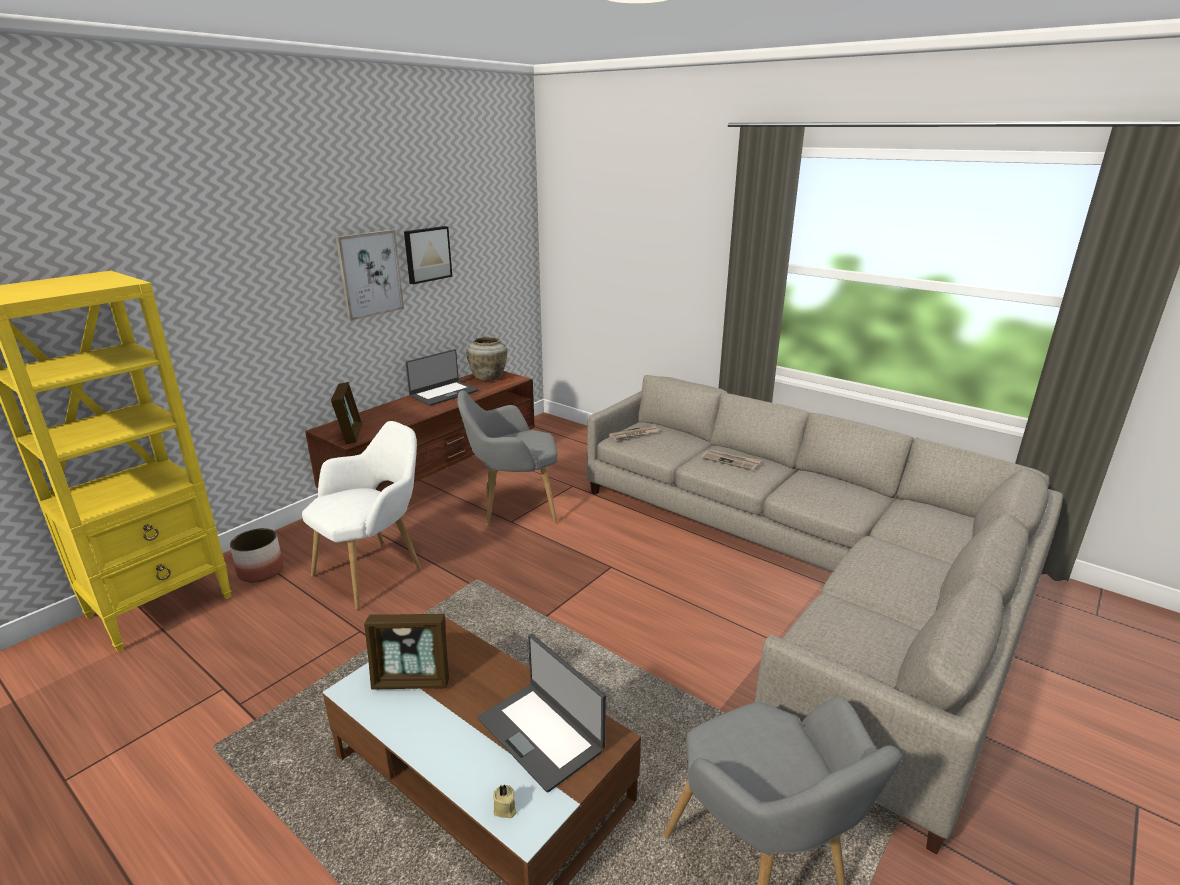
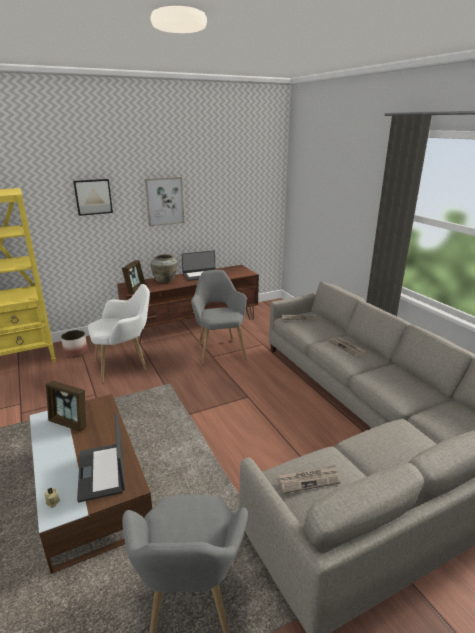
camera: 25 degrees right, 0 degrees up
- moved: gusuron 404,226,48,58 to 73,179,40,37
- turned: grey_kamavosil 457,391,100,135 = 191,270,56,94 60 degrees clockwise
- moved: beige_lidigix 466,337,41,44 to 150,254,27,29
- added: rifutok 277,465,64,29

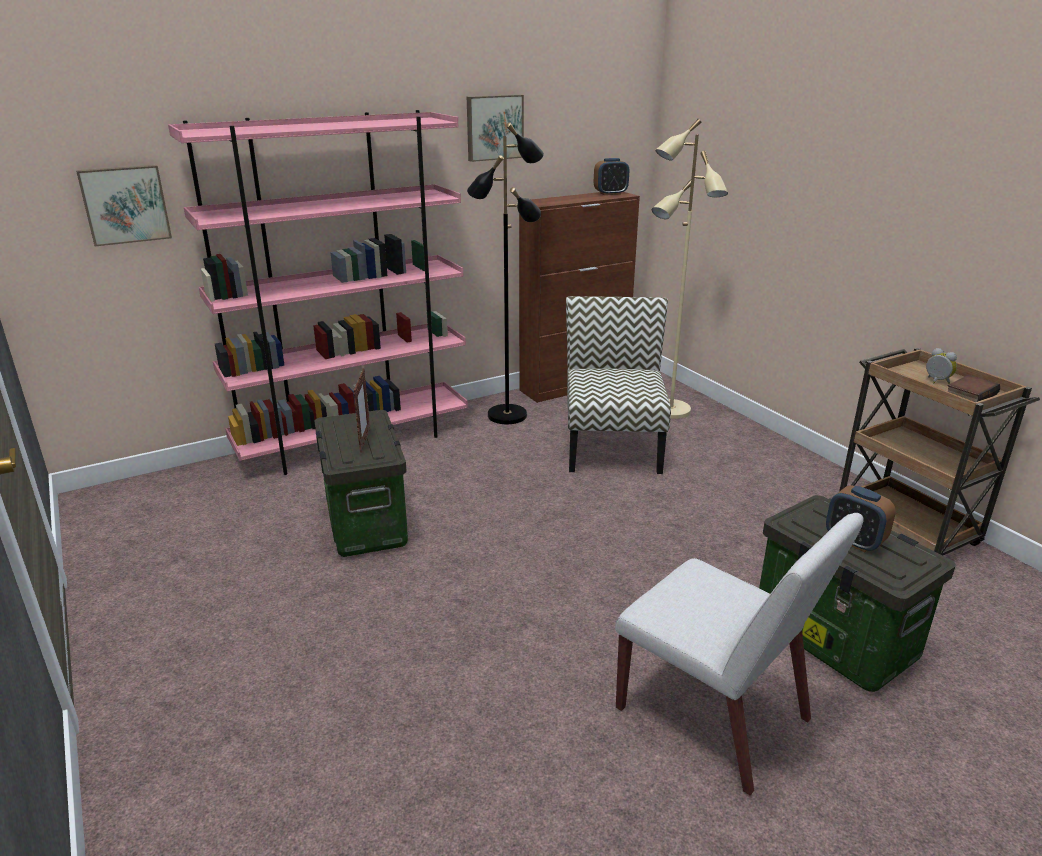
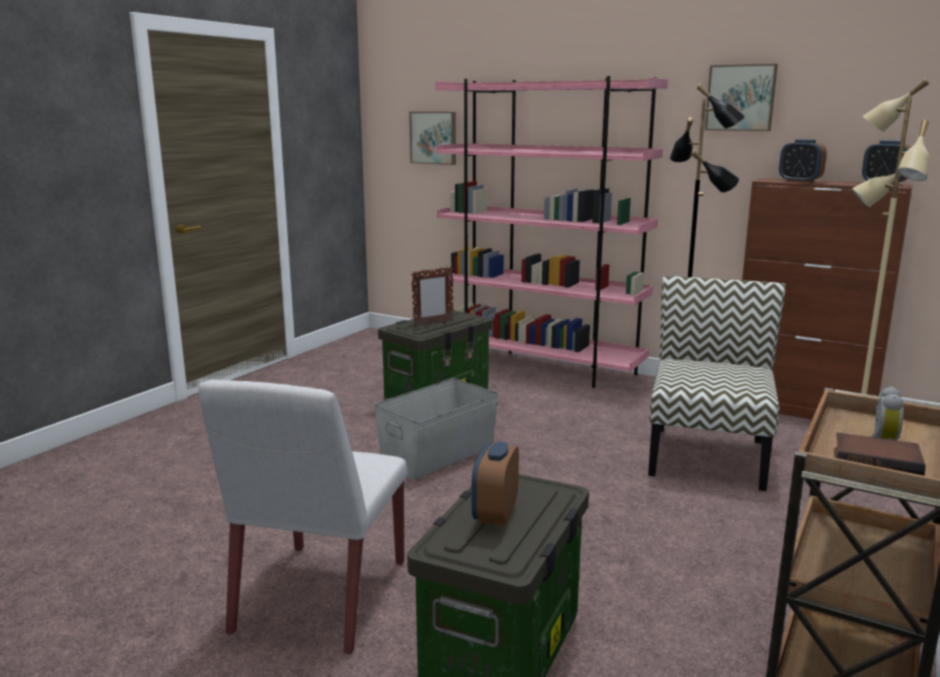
camera: 60 degrees right, 10 degrees down
- turned: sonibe 566,296,105,178 = 648,276,138,215 45 degrees counterclockwise
- added: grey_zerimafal 374,378,125,102
- added: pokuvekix 779,139,48,44

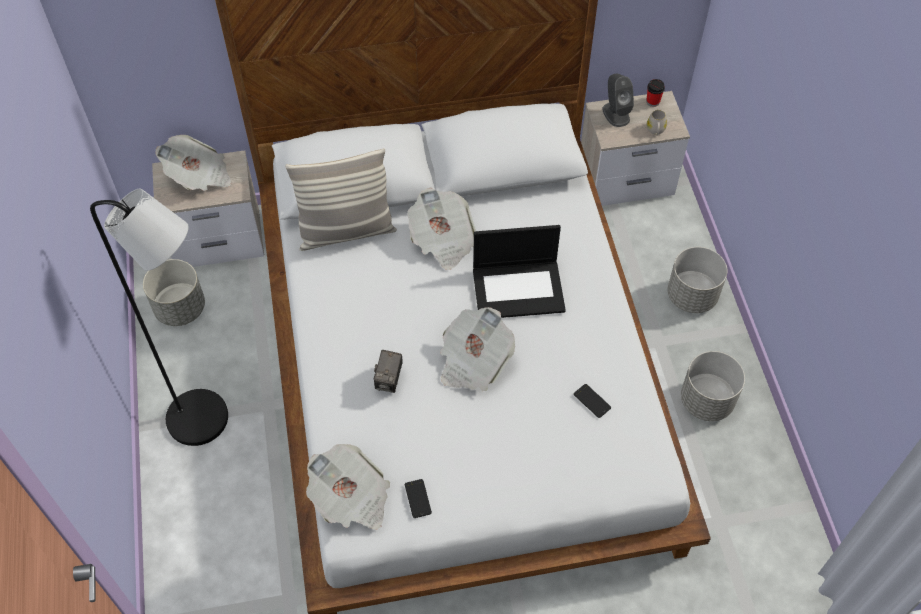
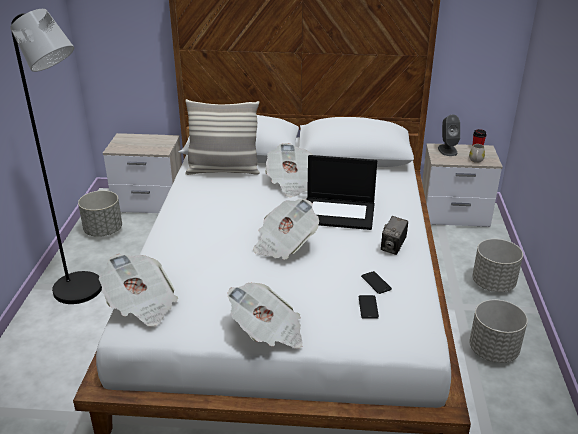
camera: 15 degrees right, 25 degrees down
- moved: rifutok 155,135,76,56 to 227,283,76,65
- moved: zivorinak 374,350,29,43 to 381,216,27,39
- moved: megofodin 405,479,27,39 to 359,295,20,24

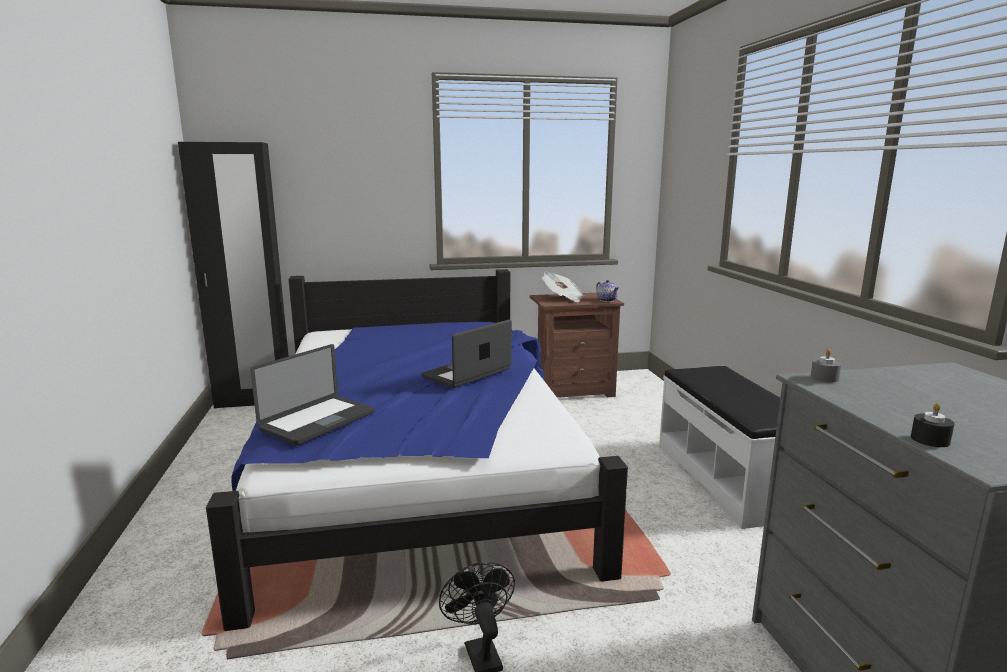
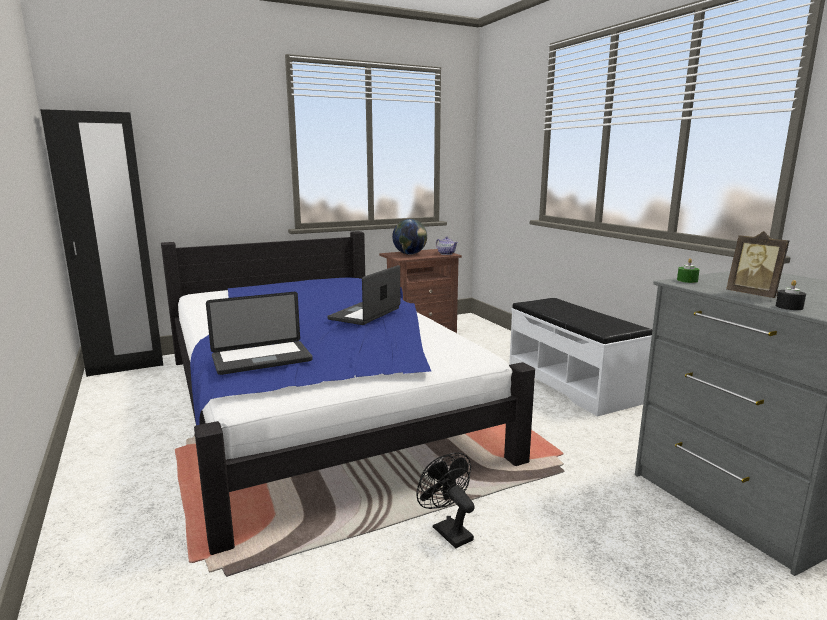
camera: 15 degrees left, 0 degrees up
- turned: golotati 251,344,124,101 = 206,292,107,83 45 degrees clockwise
- replaced: rifutok 542,272,42,30 to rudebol 392,219,35,36
- recoloured: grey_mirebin 810,349,31,34 to green_mirebin 677,258,23,25
- added: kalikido 726,231,63,67

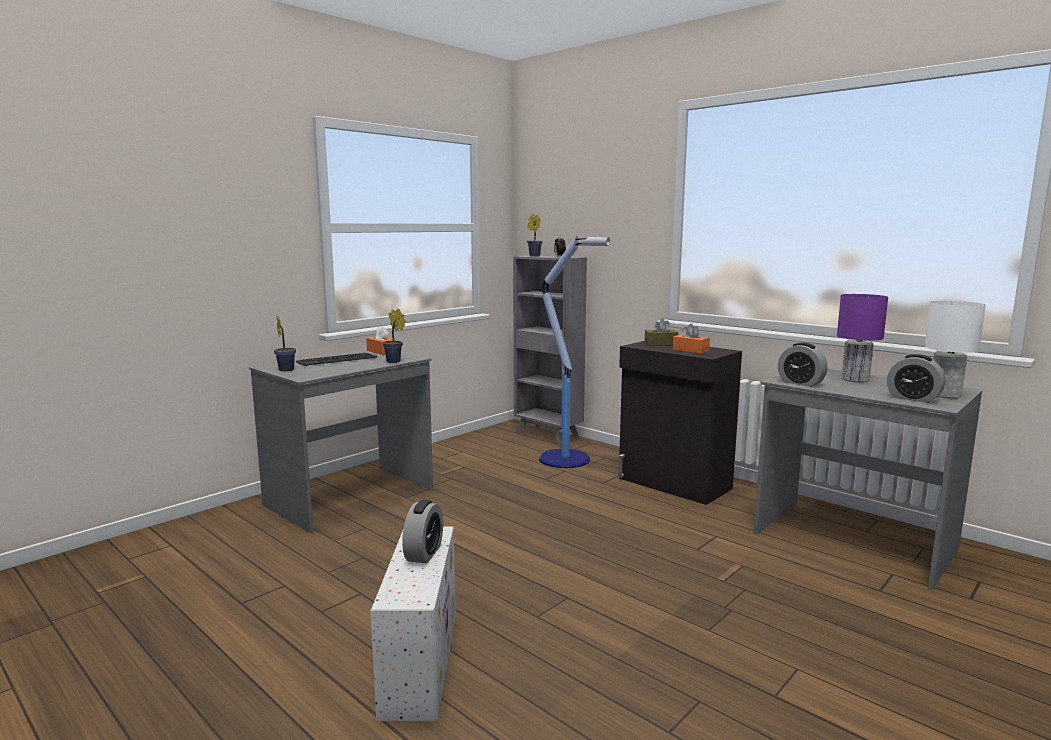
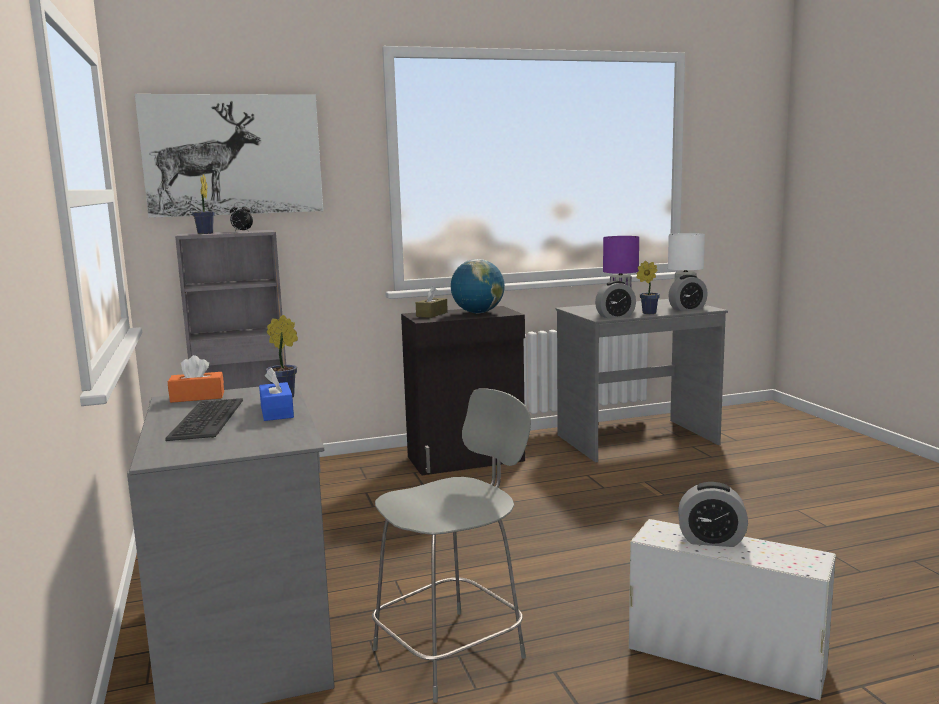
camera: 60 degrees left, 0 degrees up
- moved: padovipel 274,315,22,56 to 637,261,23,53
- turned: pokuvekix 402,500,41,64 = 678,482,70,65 150 degrees clockwise
- removed: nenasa 539,236,71,232
- replaced: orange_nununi 673,324,37,30 to rudebol 451,259,54,55
- added: gusuron 135,94,188,124
- added: blue_nununi 259,368,35,53
- added: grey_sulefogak 372,388,159,315

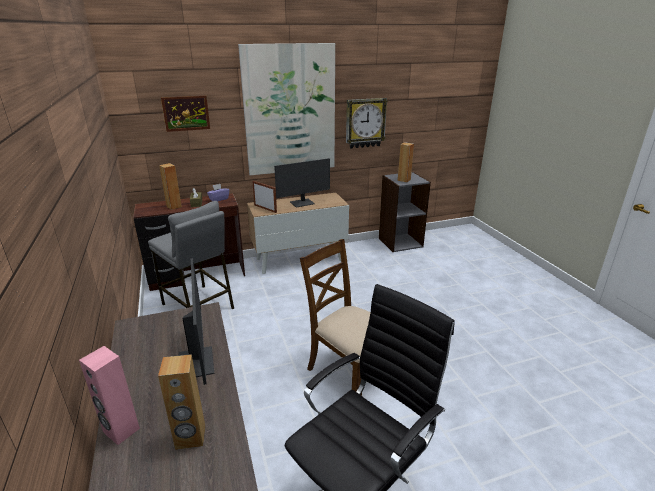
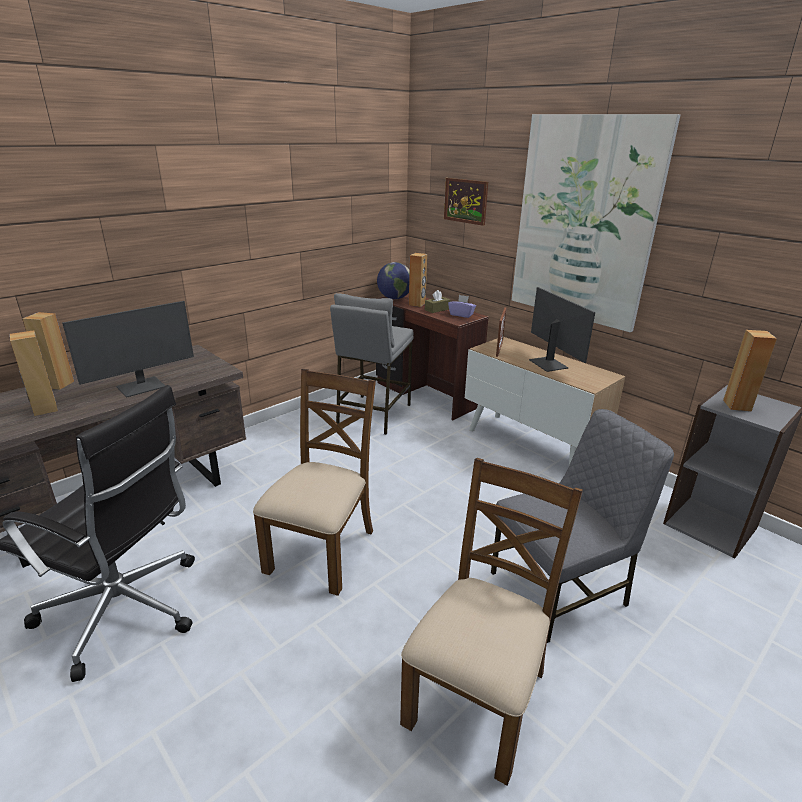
camera: 65 degrees right, 0 degrees up
- recoloured: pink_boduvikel 79,346,61,99 to brown_boduvikel 22,312,52,78
- turned: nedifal 274,158,56,50 = 529,287,66,85 150 degrees counterclockwise
- removed: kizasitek 346,98,42,51
- added: rudebol 377,262,32,37
- added: brown_sonibe 400,458,183,328
- added: grey_sonibe 491,409,183,234

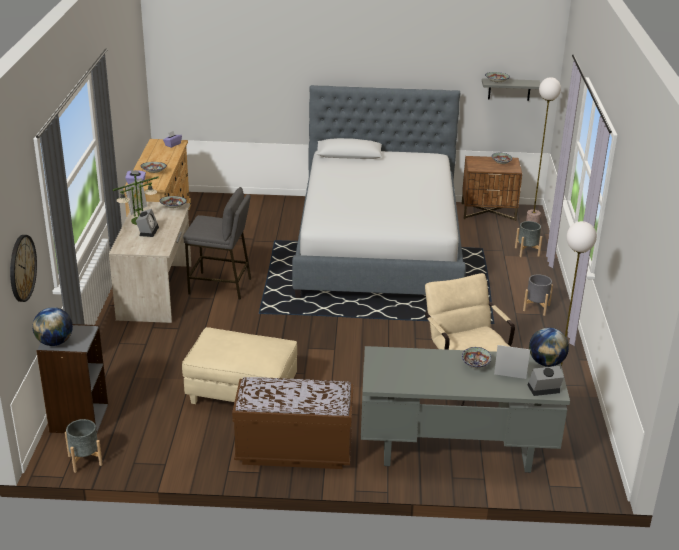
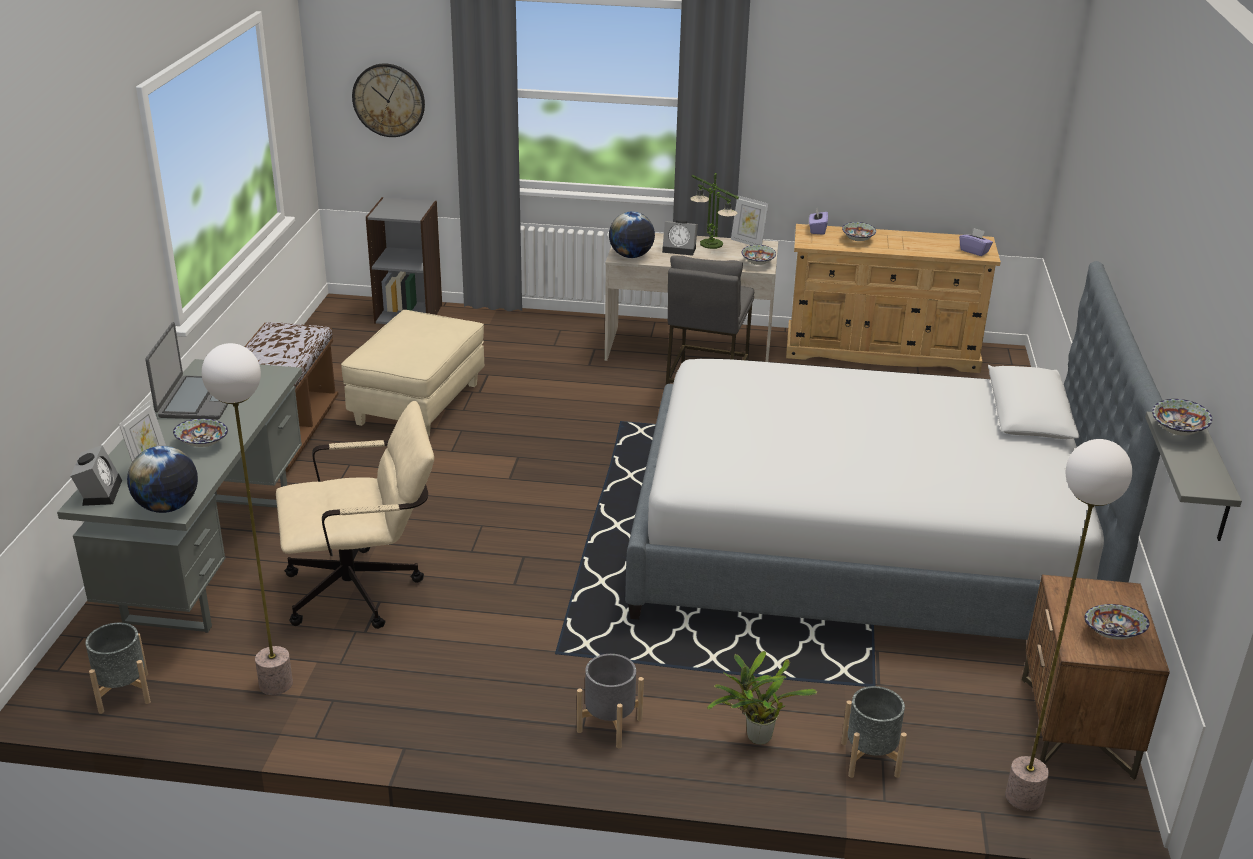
camera: 95 degrees right, 0 degrees up
- moved: rudebol 32,307,41,39 to 609,211,46,47
- moved: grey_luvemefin 65,419,38,54 to 85,623,66,91
- added: golotati 145,322,83,98
- added: padovipel 707,651,110,94

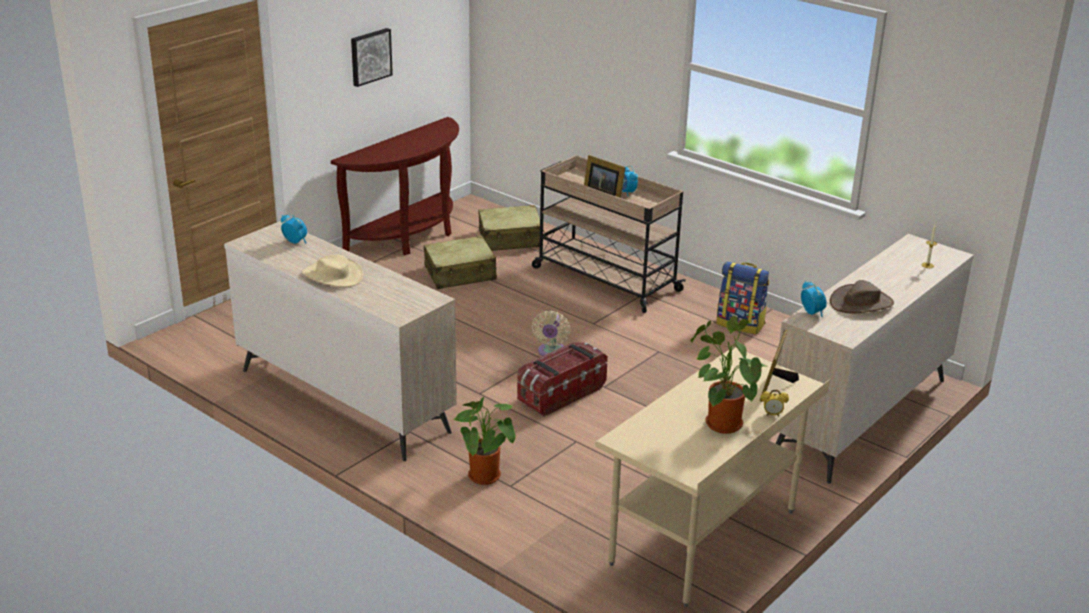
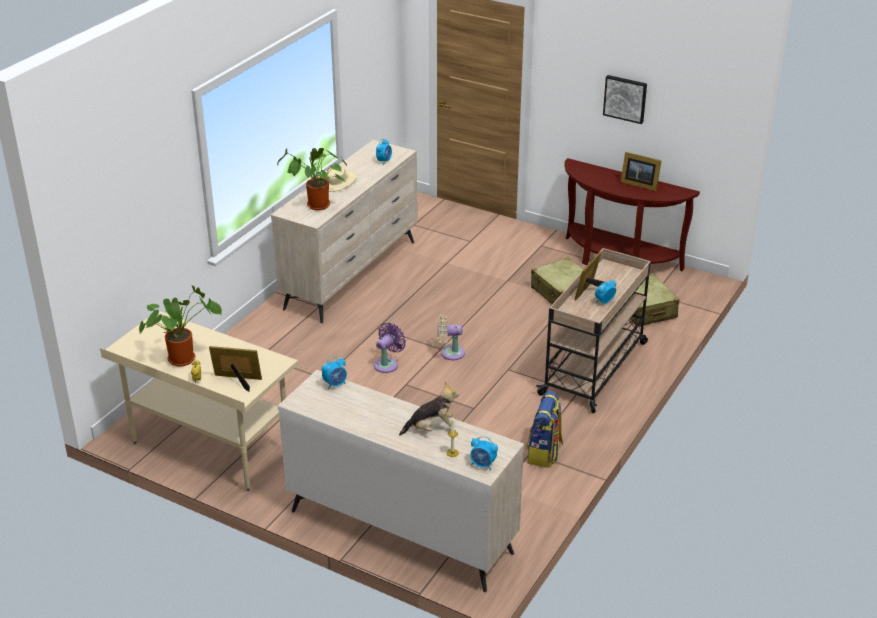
camera: 80 degrees right, 5 degrees up
- moved: padovipel 453,397,63,88 to 277,148,70,62
- replaced: zerimafal 517,342,91,75 to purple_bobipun 374,323,32,50
- removed: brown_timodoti 830,280,64,33
- added: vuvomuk 399,381,60,54
- added: pokuvekix 470,436,28,34
- added: kalikido 621,152,40,39

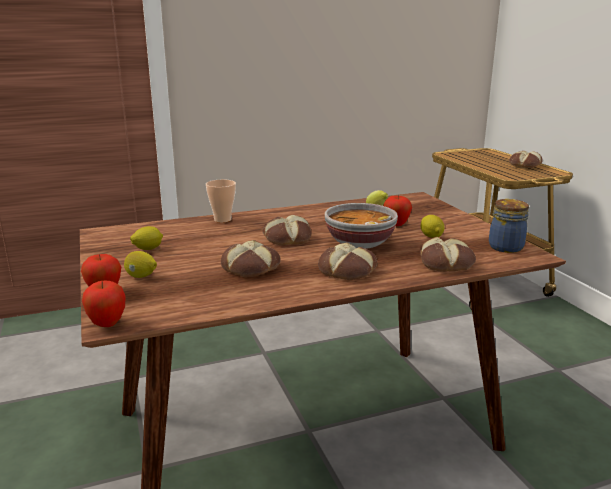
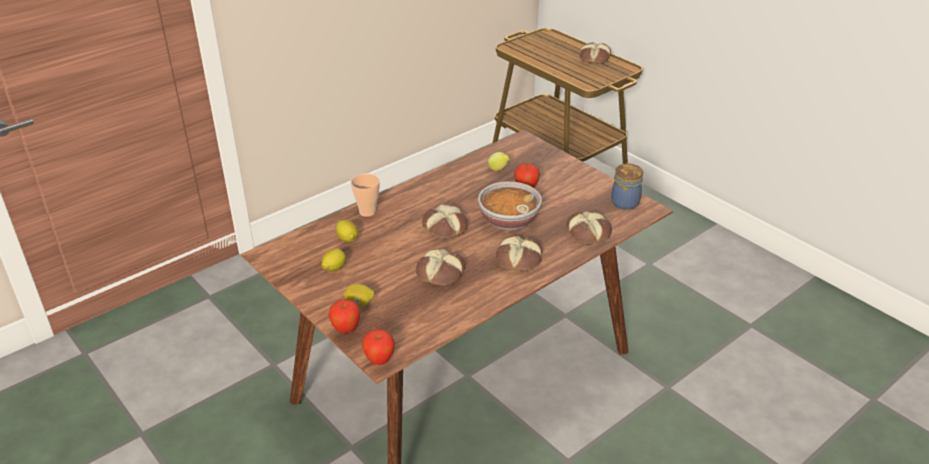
camera: 20 degrees left, 15 degrees up
- moved: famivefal 421,215,23,23 to 336,220,22,22

